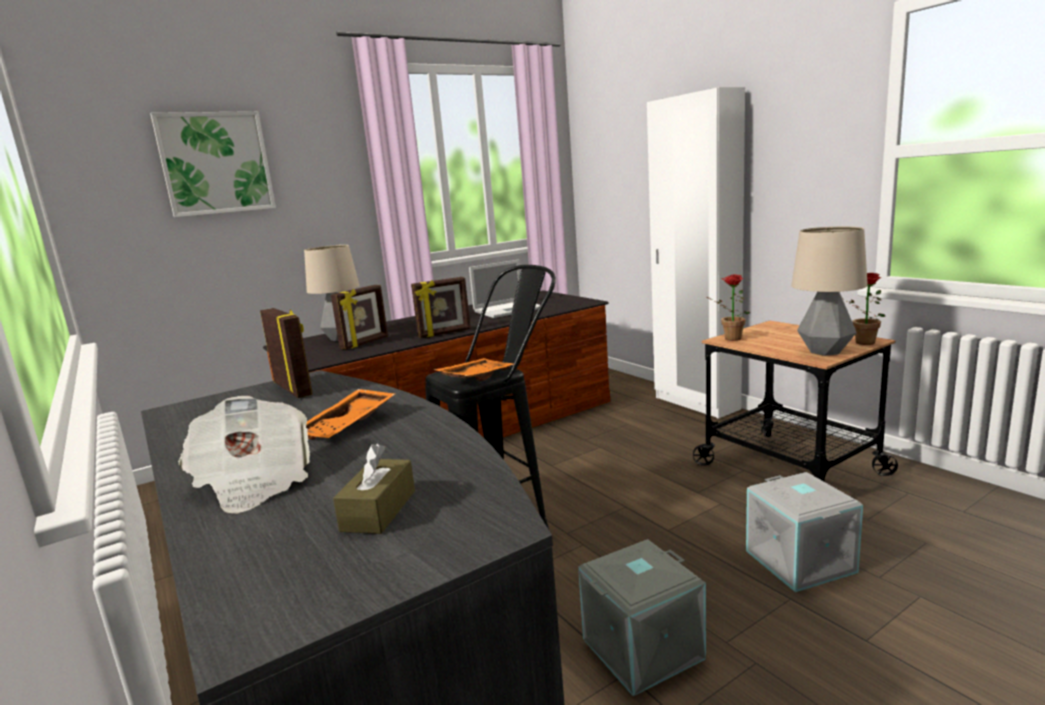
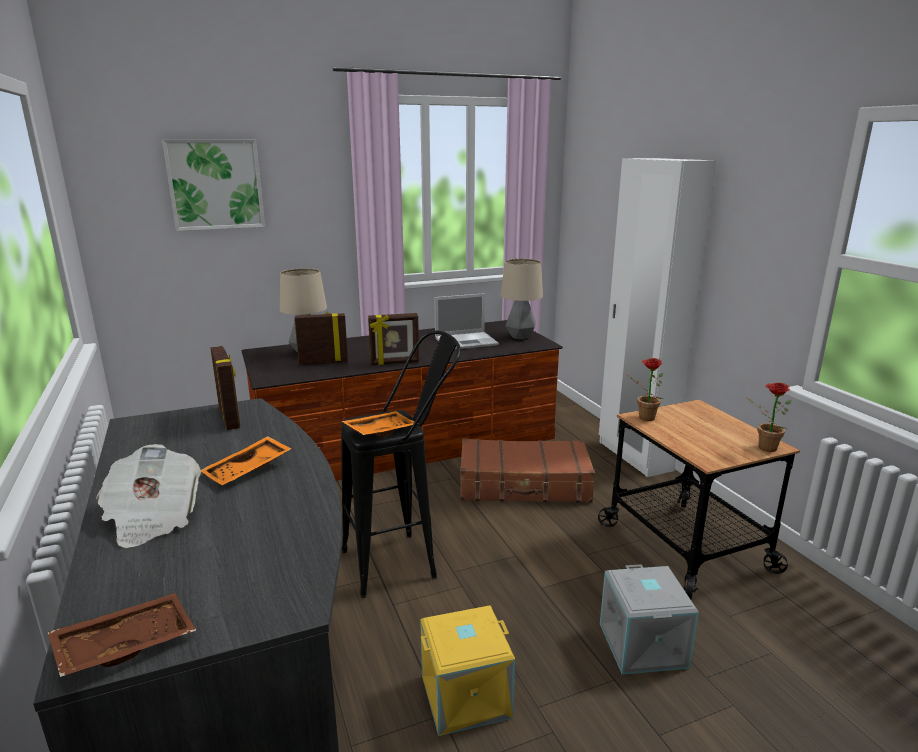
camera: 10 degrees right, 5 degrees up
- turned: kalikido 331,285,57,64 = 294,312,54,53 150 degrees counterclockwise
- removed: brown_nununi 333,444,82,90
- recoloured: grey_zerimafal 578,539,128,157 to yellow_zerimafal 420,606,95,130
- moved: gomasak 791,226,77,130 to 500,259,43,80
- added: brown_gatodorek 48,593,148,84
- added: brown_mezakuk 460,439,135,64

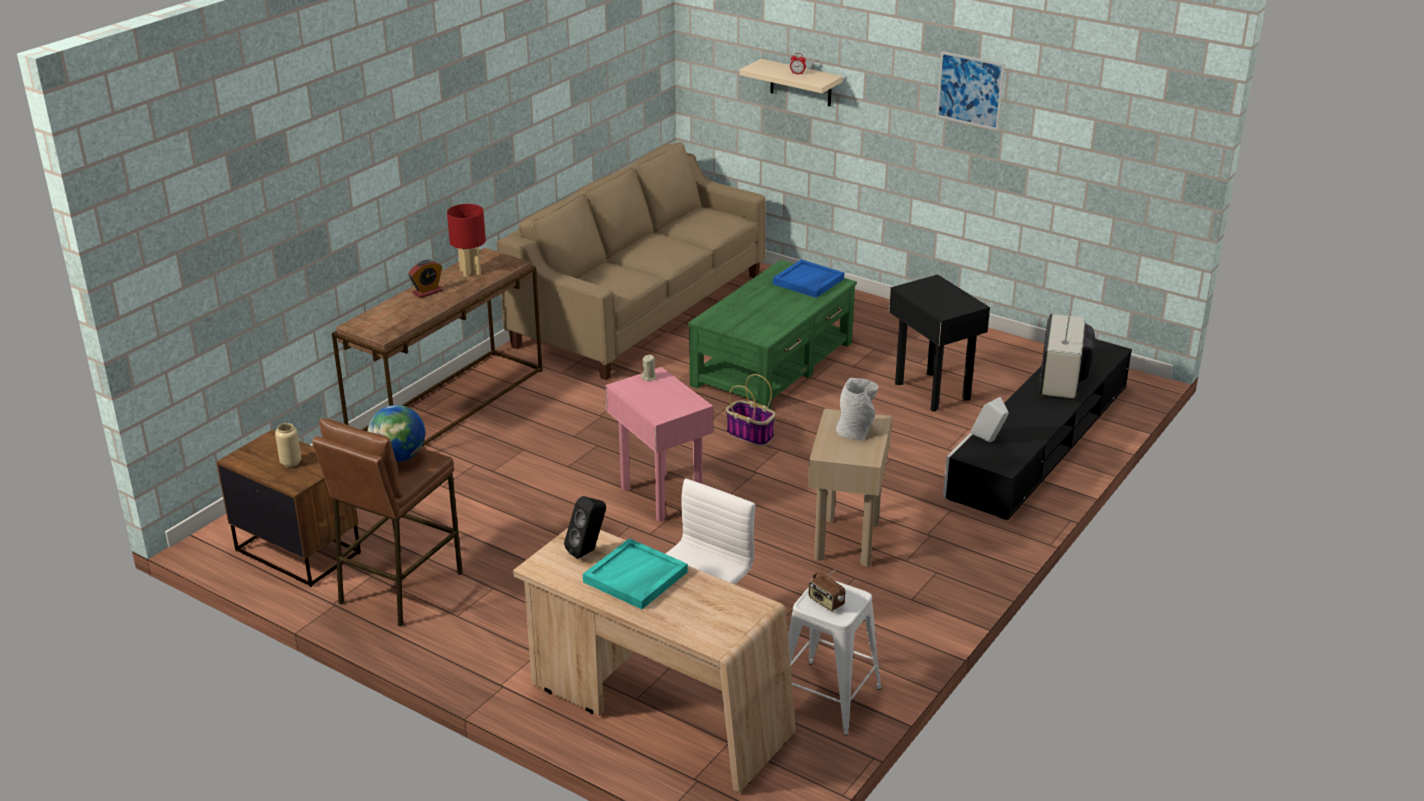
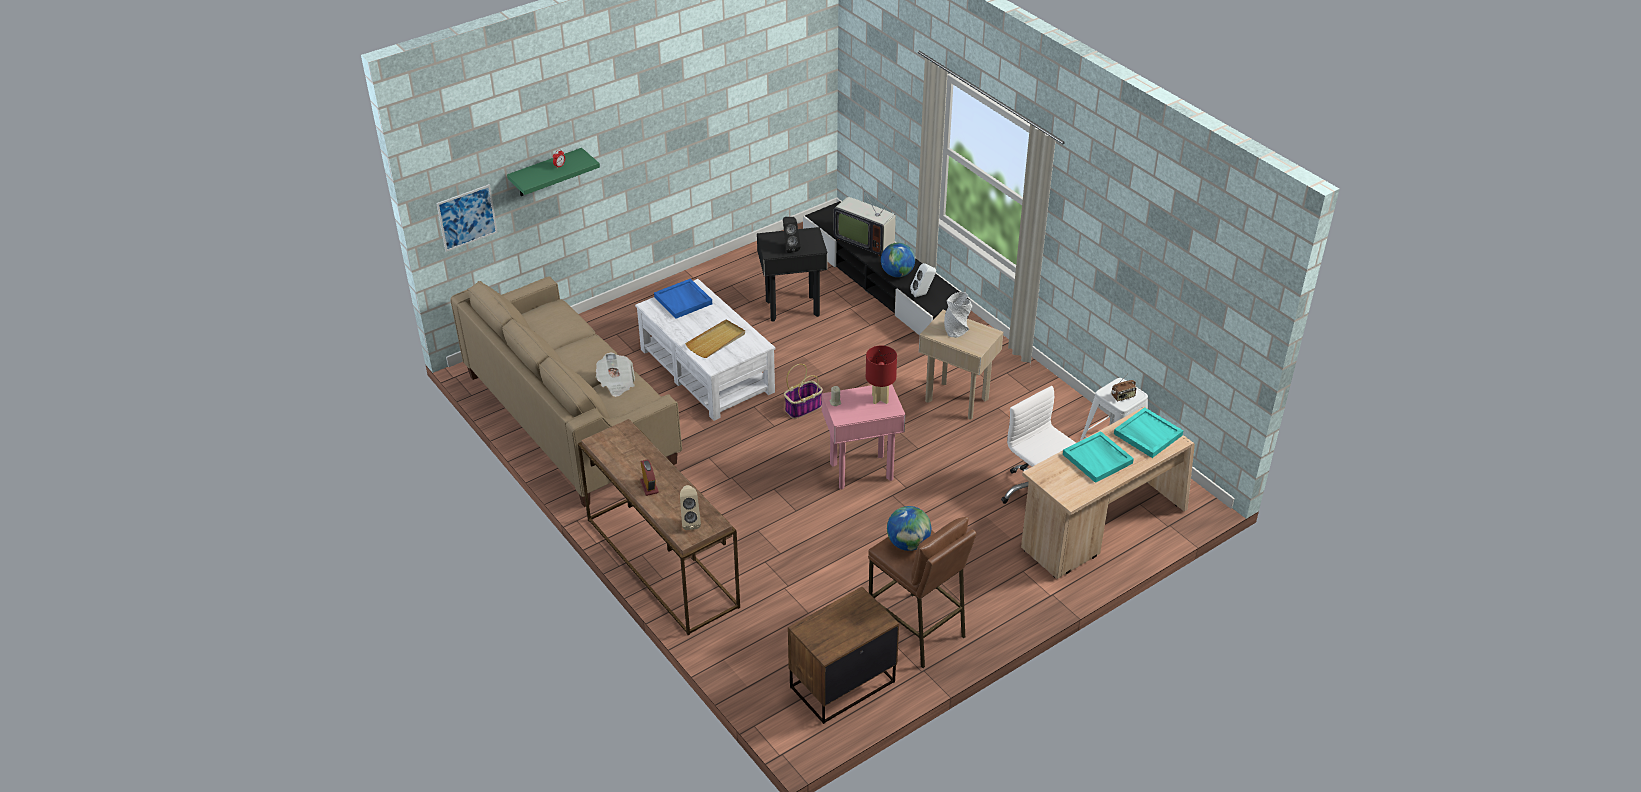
camera: 70 degrees left, 10 degrees up
- removed: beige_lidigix 275,423,26,44
- moved: red_gomasak 447,204,39,73 to 866,345,31,59
- moved: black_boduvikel 564,496,42,63 to 783,217,17,36
- recoloured: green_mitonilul 687,260,170,149 to white_mitonilul 635,279,141,142
- recoloured: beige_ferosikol 739,59,104,47 to green_ferosikol 507,148,93,48
- moved: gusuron 936,51,69,80 to 436,184,62,68
- added: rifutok 596,352,39,45
- added: beige_boduvikel 680,485,21,45
- added: beige_gatodorek 685,320,60,38
- added: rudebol 881,243,34,34
- added: turquoise_gatodorek 1114,407,69,51

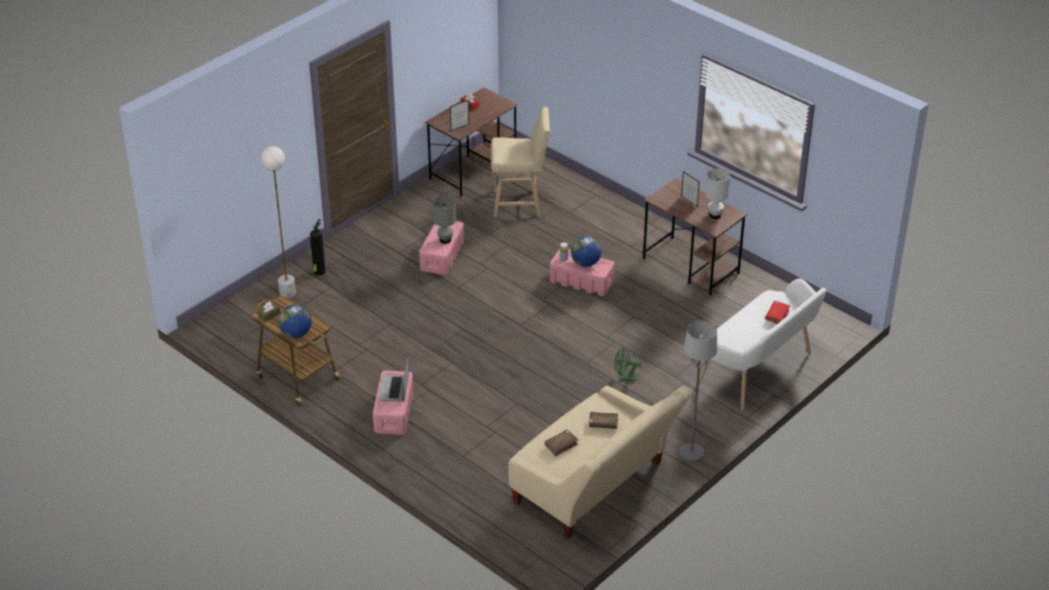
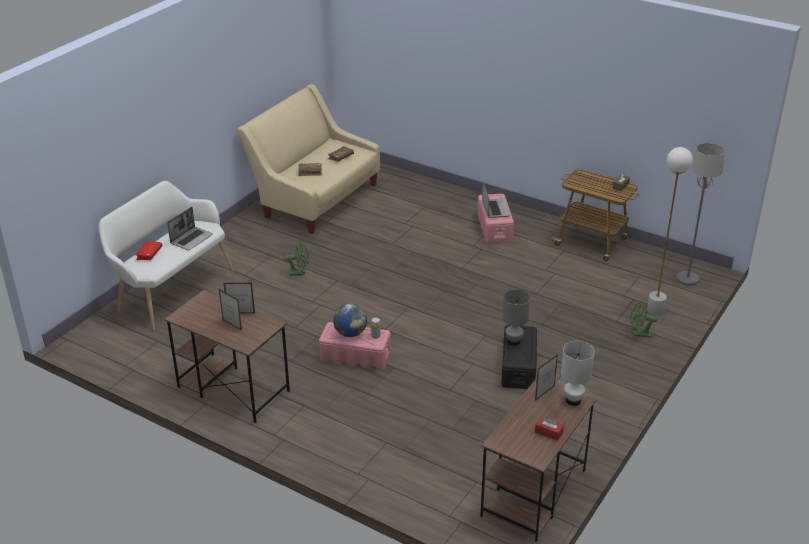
camera: 170 degrees right, 5 degrees down
- removed: rudebol 278,305,34,33
- replaced: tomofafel 310,219,16,57 to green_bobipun 630,301,28,37
- recoloured: pink_zerimafal 419,221,45,54 to black_zerimafal 501,325,36,64
- removed: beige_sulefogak 491,107,59,110
- moved: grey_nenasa 679,321,38,141 to 676,143,49,143
- moved: white_gomasak 705,168,25,51 to 561,341,34,65
- added: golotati 167,207,46,43
- added: kalikido 223,283,32,31

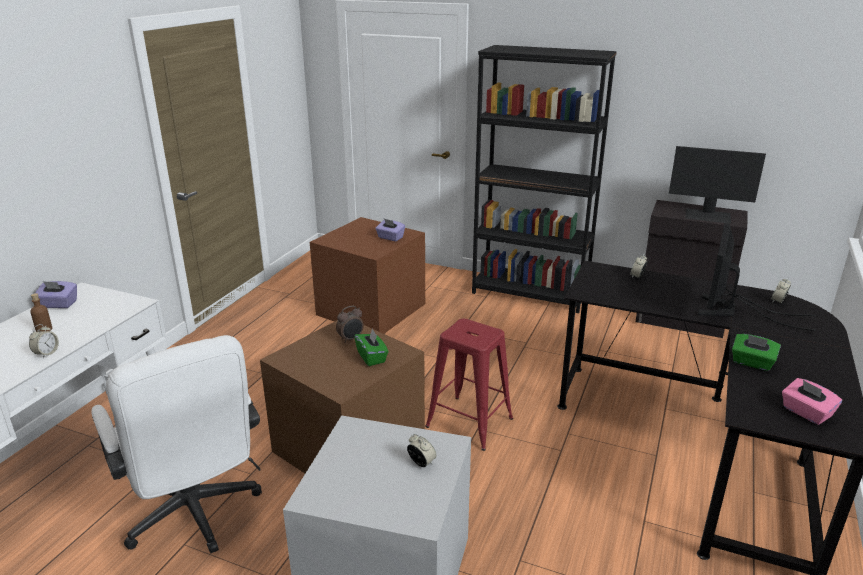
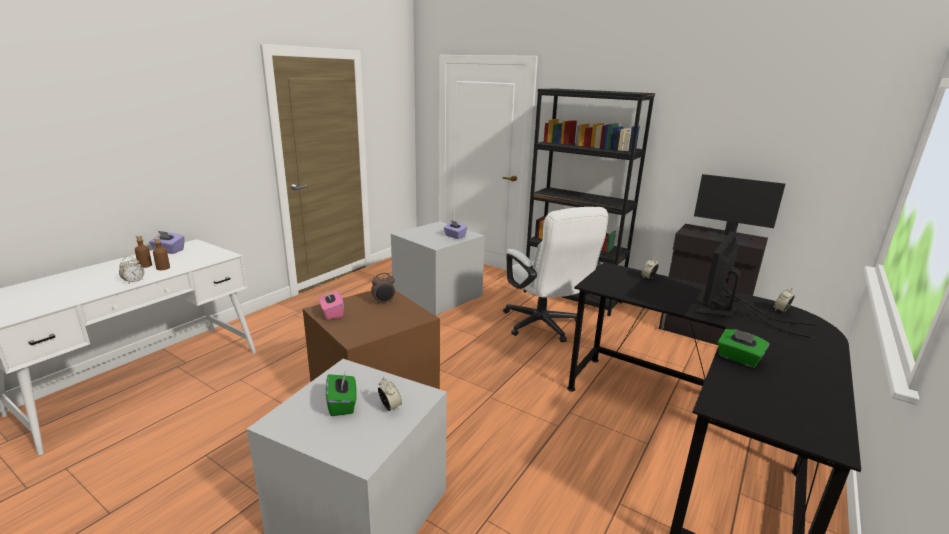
camera: 10 degrees right, 5 degrees down
- moved: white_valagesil 91,335,171,218 to 503,207,105,136
- recoloured: brown_zerimafal 310,217,115,117 to grey_zerimafal 391,221,94,94
- moved: green_nununi 354,329,34,37 to 326,373,31,43
- removed: red_sulefogak 425,319,88,132
- moved: pink_nununi 782,378,60,47 to 319,289,25,31
- added: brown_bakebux 153,237,17,33

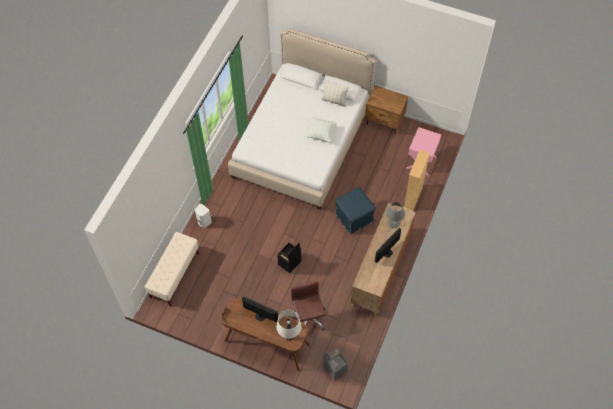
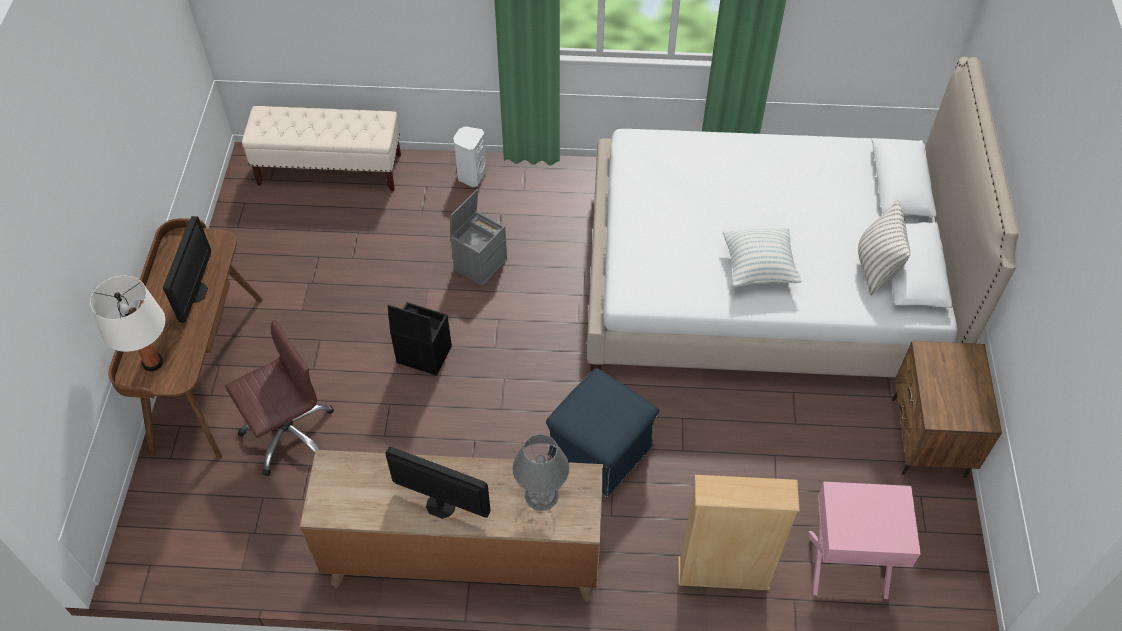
camera: 70 degrees right, 5 degrees down
- moved: grey_zerimafal 323,348,25,33 to 450,188,57,98

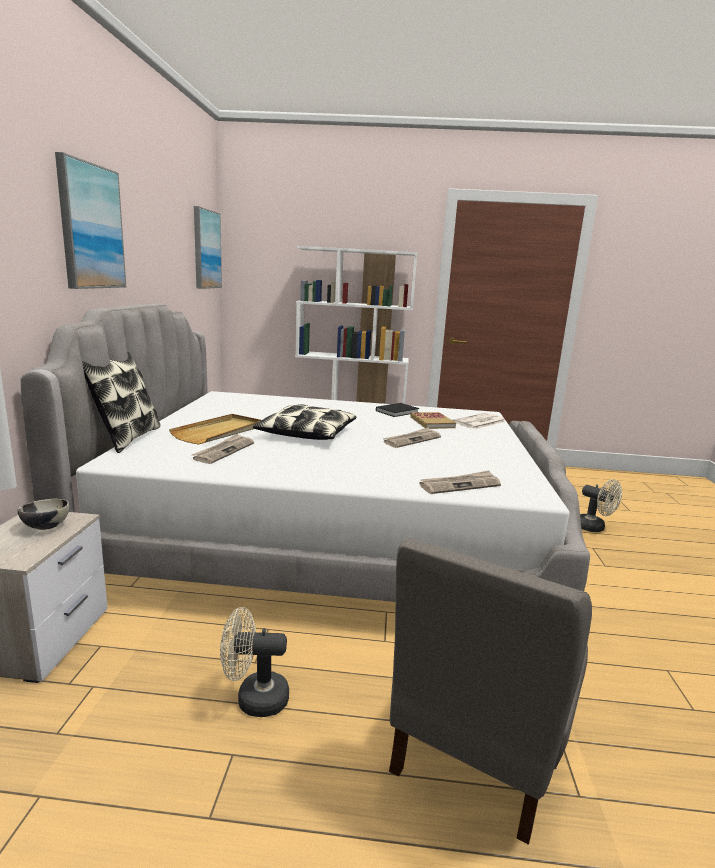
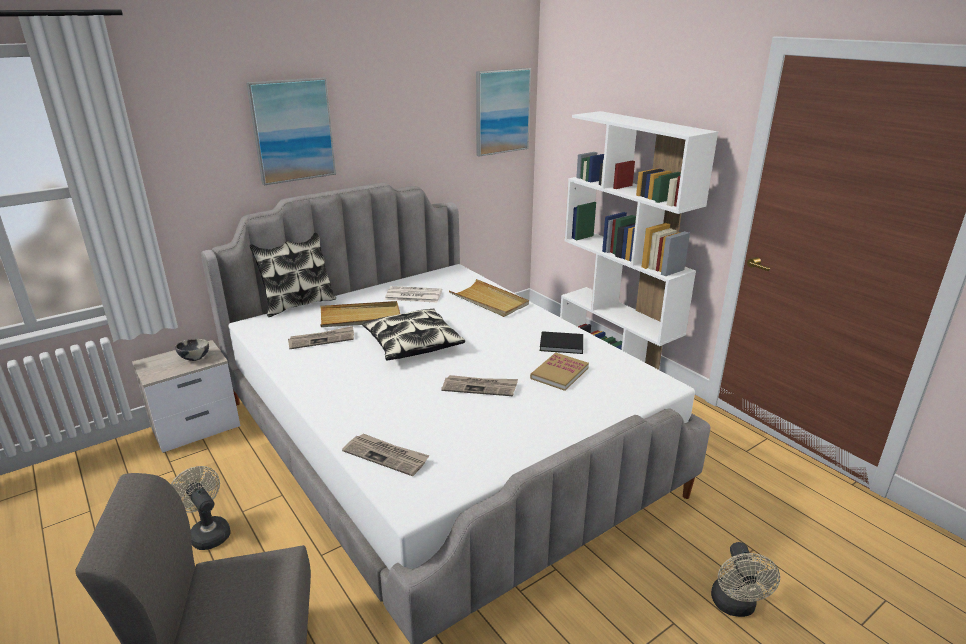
camera: 50 degrees right, 10 degrees up
- moved: rifutok 453,413,53,16 to 385,286,57,17
- added: beige_gatodorek 449,279,80,38

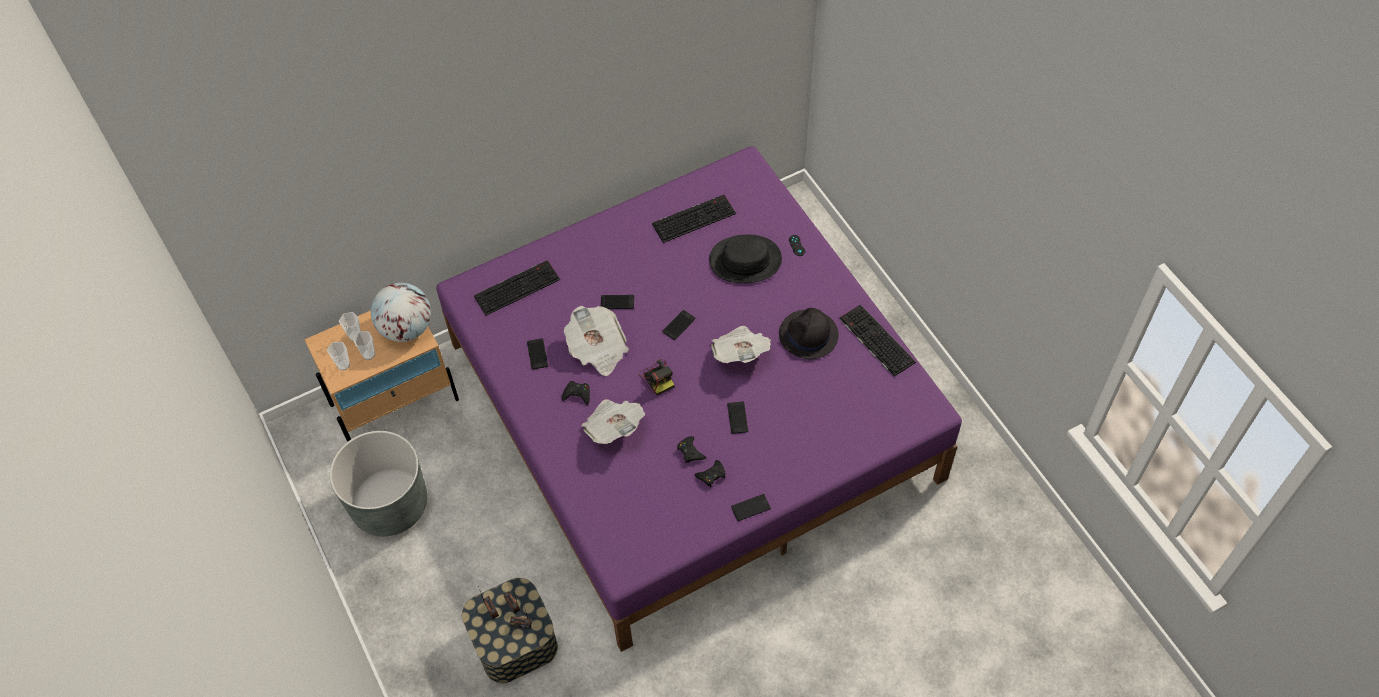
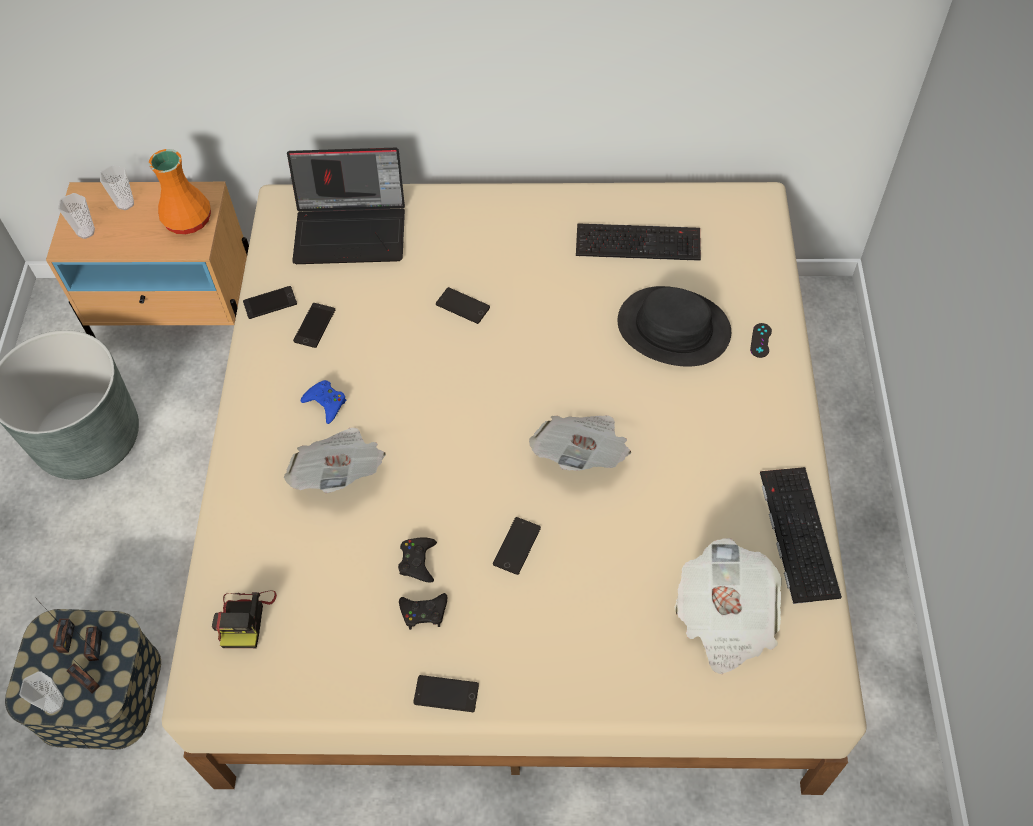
camera: 30 degrees right, 0 degrees up
- moved: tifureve 353,331,22,29 to 19,671,45,43
- replaced: rudebol 371,283,60,59 to orange_lidigix 149,149,62,86
- recoloured: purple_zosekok 436,146,526,506 to beige_zosekok 162,182,705,613
- replaced: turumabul 474,260,86,56 to golotati 287,148,118,116
- recoloured: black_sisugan 562,381,28,24 to blue_sisugan 301,380,45,44
- moved: rifutok 564,306,65,70 to 675,538,107,136
- moved: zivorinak 638,359,36,37 to 212,590,65,58
- moved: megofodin 662,310,33,30 to 243,286,54,33
- removed: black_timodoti 779,308,60,51

